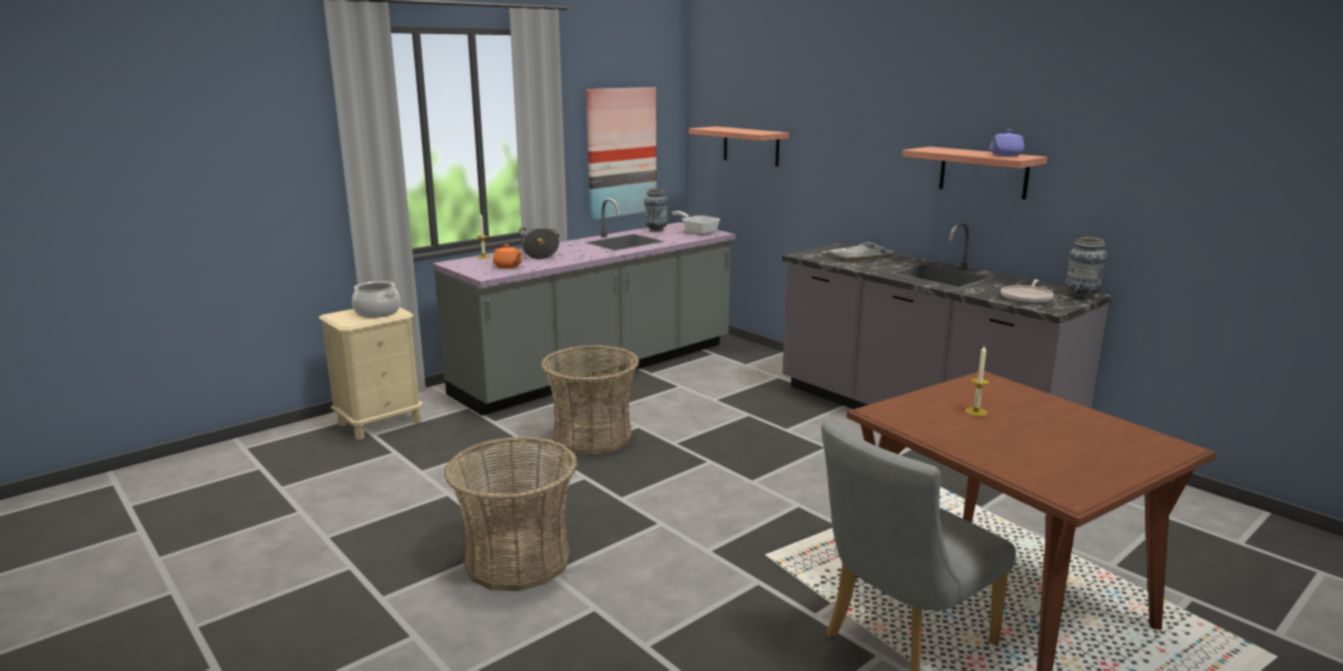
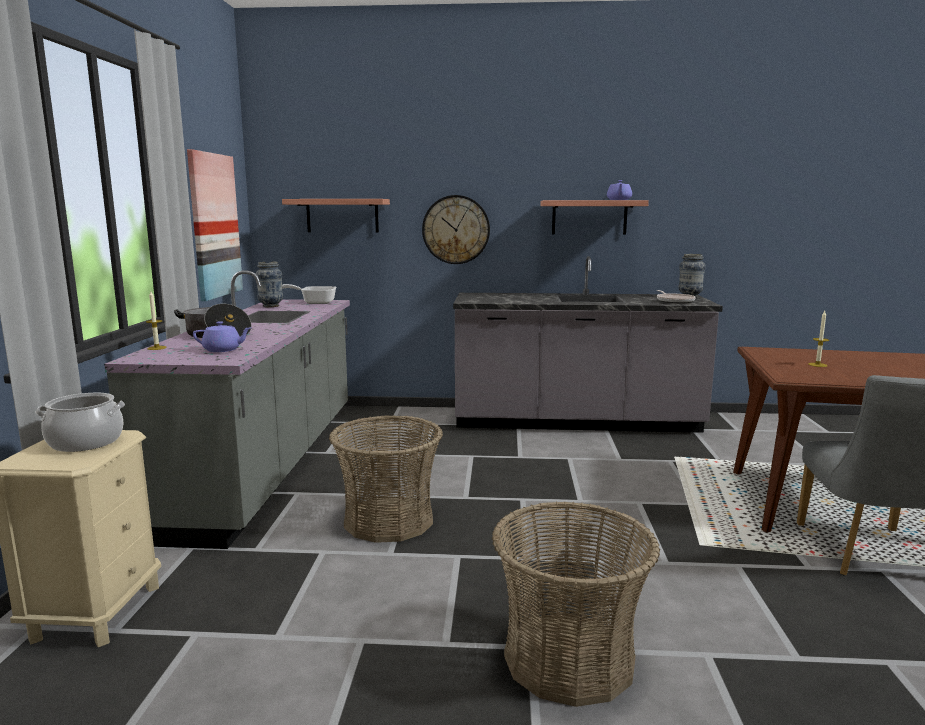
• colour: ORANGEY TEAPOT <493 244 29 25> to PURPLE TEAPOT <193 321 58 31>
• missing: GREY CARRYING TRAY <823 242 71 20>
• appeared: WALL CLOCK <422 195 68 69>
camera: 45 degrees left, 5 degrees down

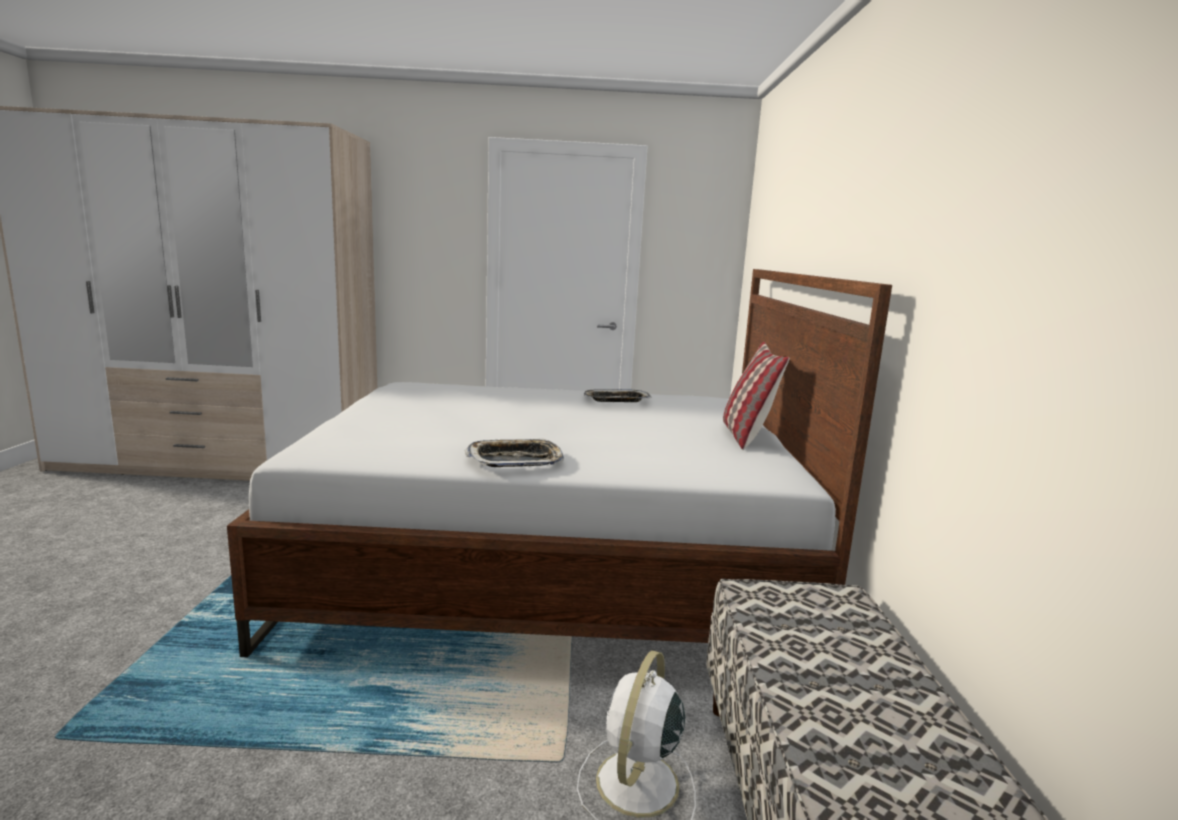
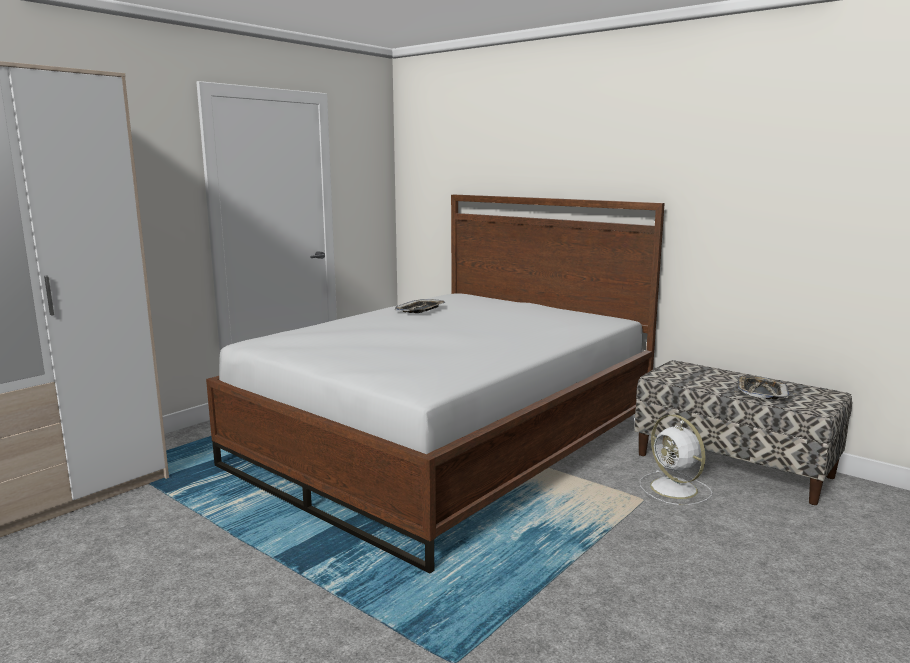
• relocated: CARRYING TRAY <465 438 99 29> to <738 375 51 25>
• missing: CUSHION <723 342 66 108>
camera: 50 degrees left, 0 degrees up

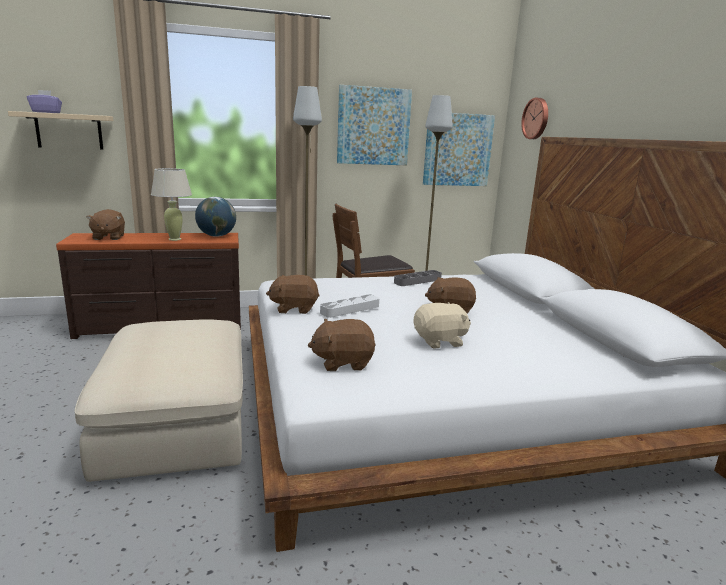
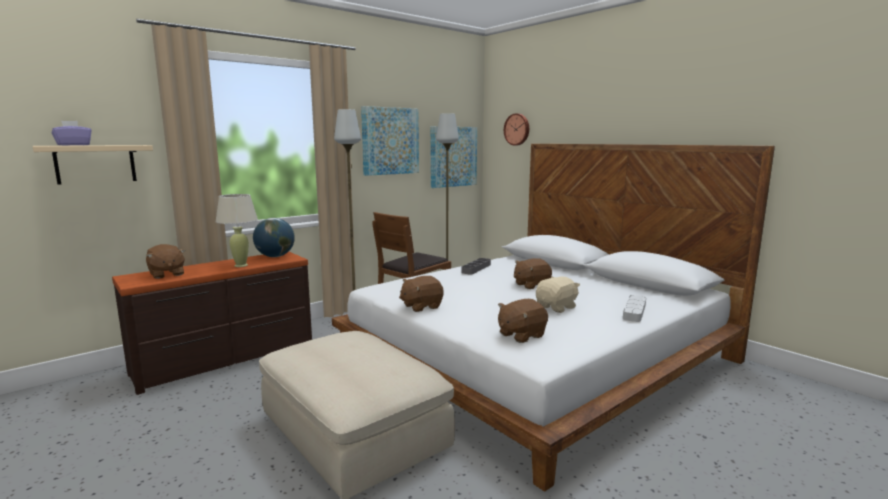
• relocated: GREY CARRYING TRAY <320 294 59 24> to <623 295 23 27>
camera: 25 degrees left, 5 degrees down

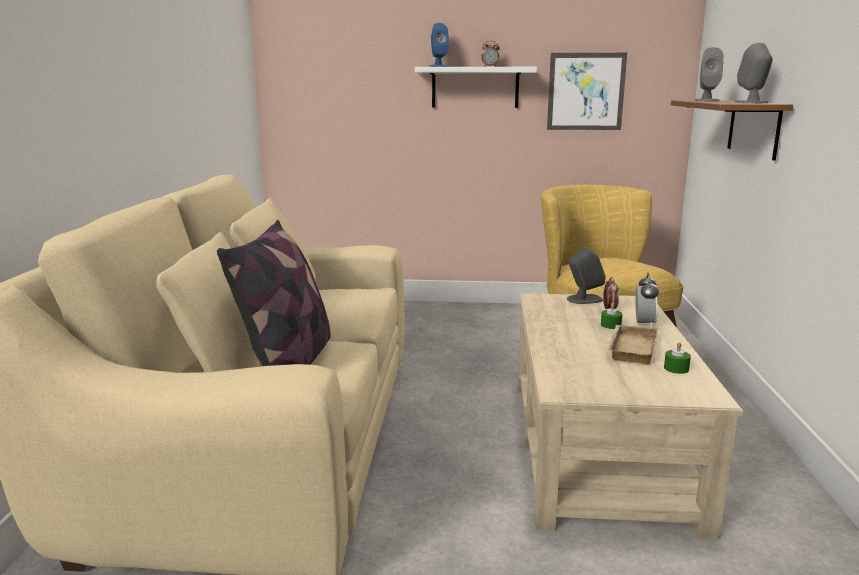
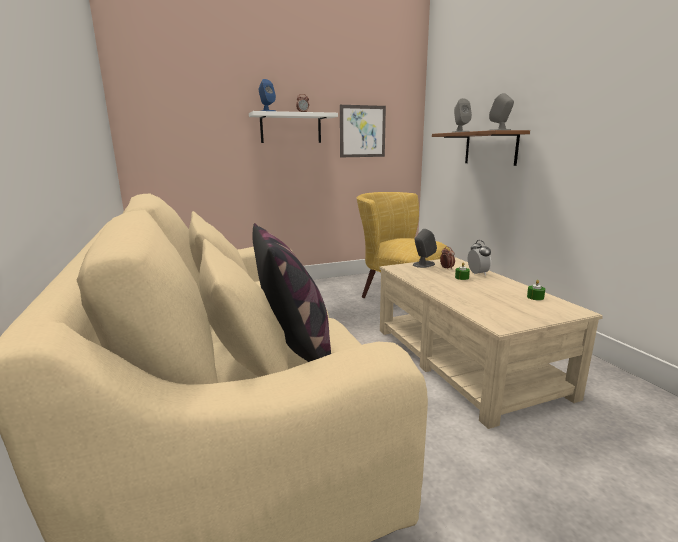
• missing: BEIGE CARRYING TRAY <609 325 49 39>
camera: 25 degrees left, 0 degrees up

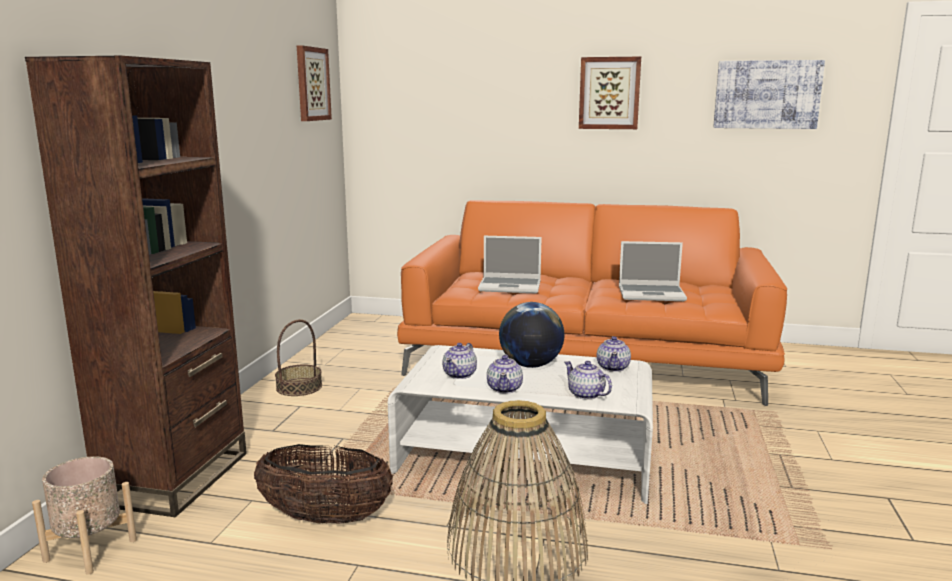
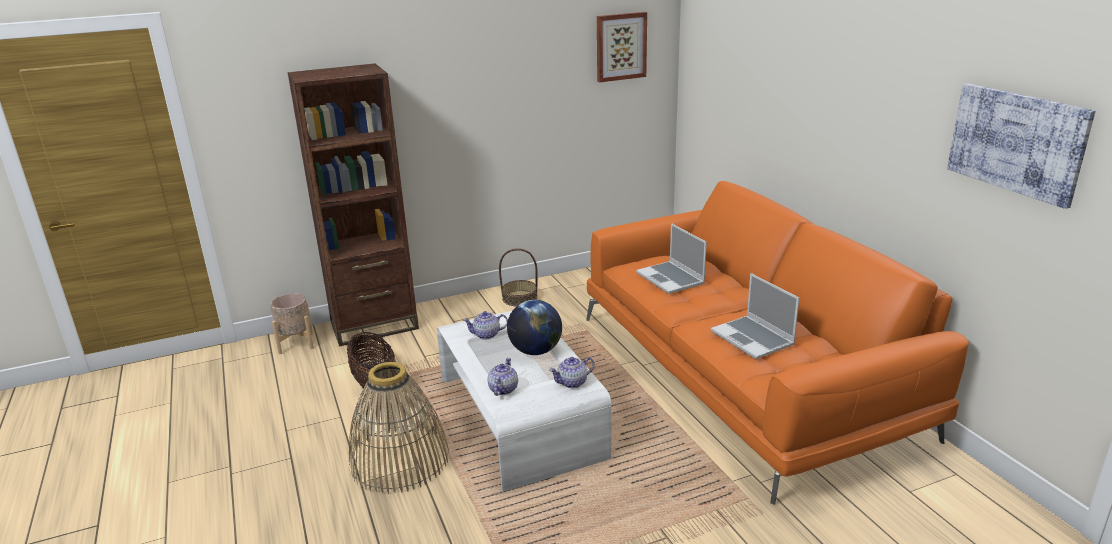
• missing: TEAPOT <487 354 36 40>
• missing: WALL PICTURE <579 57 62 72>
camera: 55 degrees right, 10 degrees up

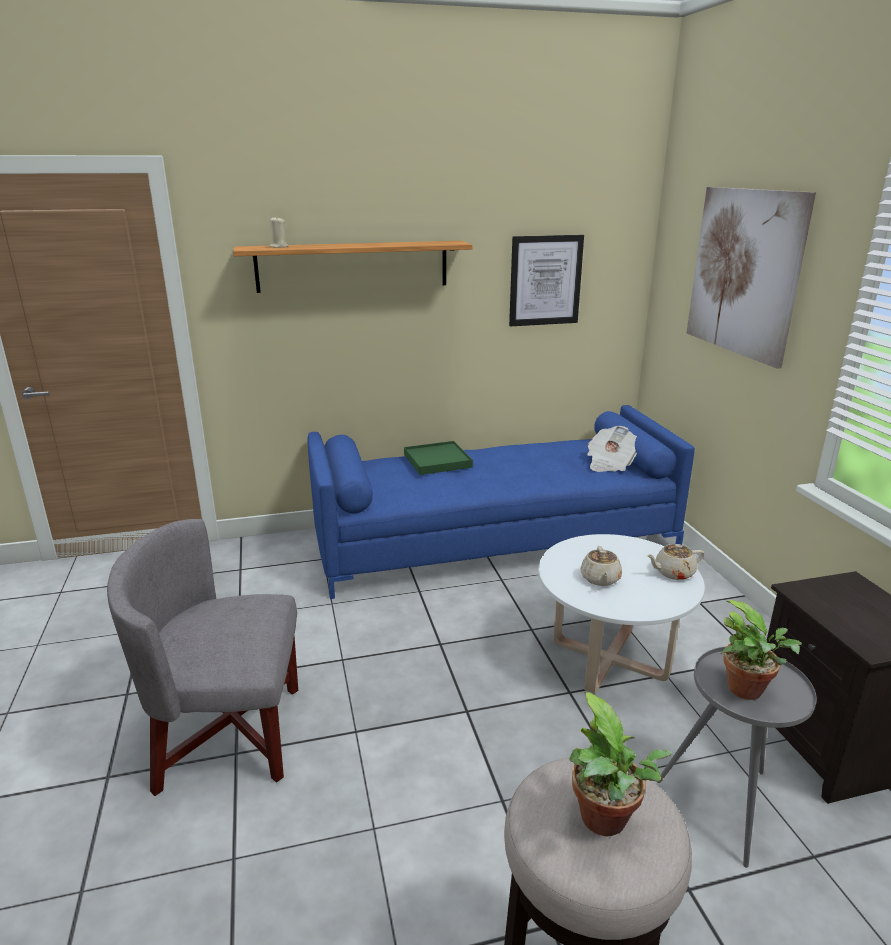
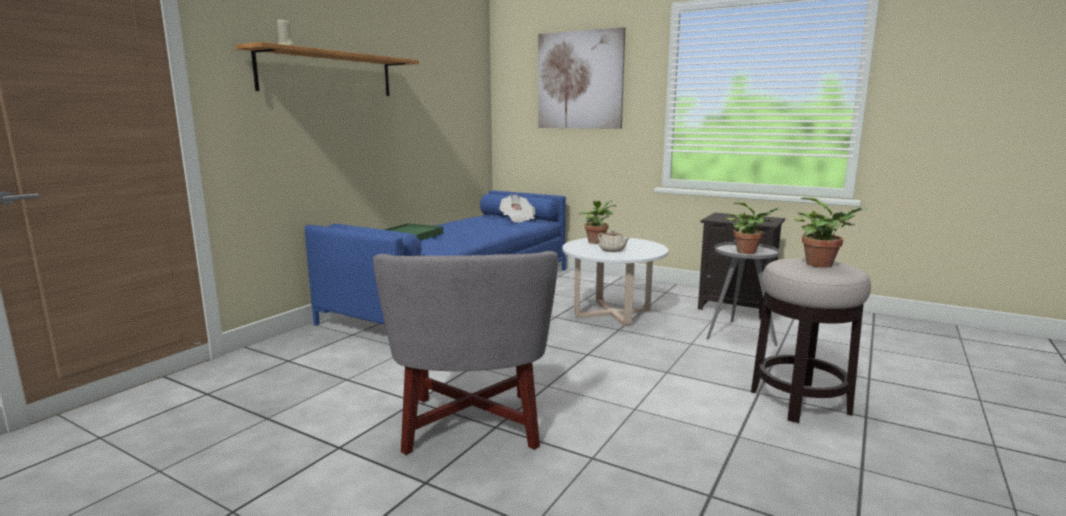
• spun: GREY EASY CHAIR <107 519 191 277> = <373 251 185 204> 45 degrees counterclockwise
• missing: WALL PICTURE <509 235 75 91>
• missing: BEIGE TEAPOT <646 544 59 36>
• appeared: HOUSEPLANT <578 200 38 44>
camera: 45 degrees left, 10 degrees down

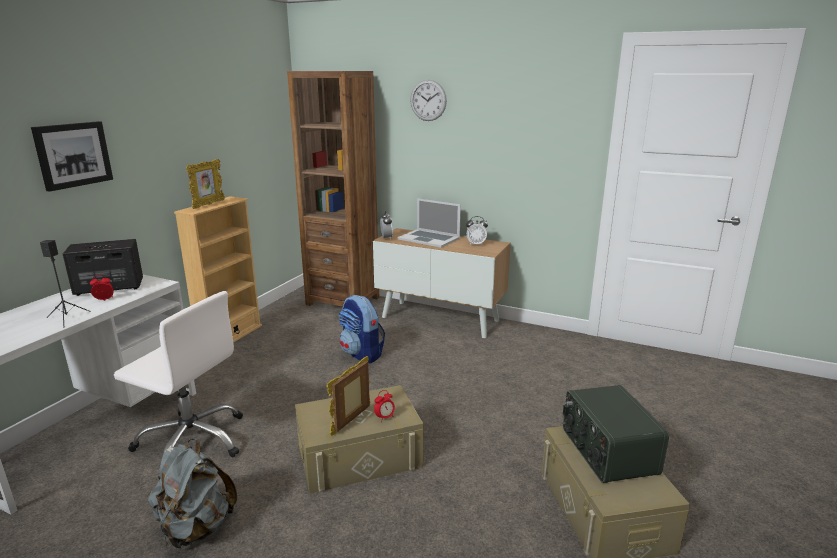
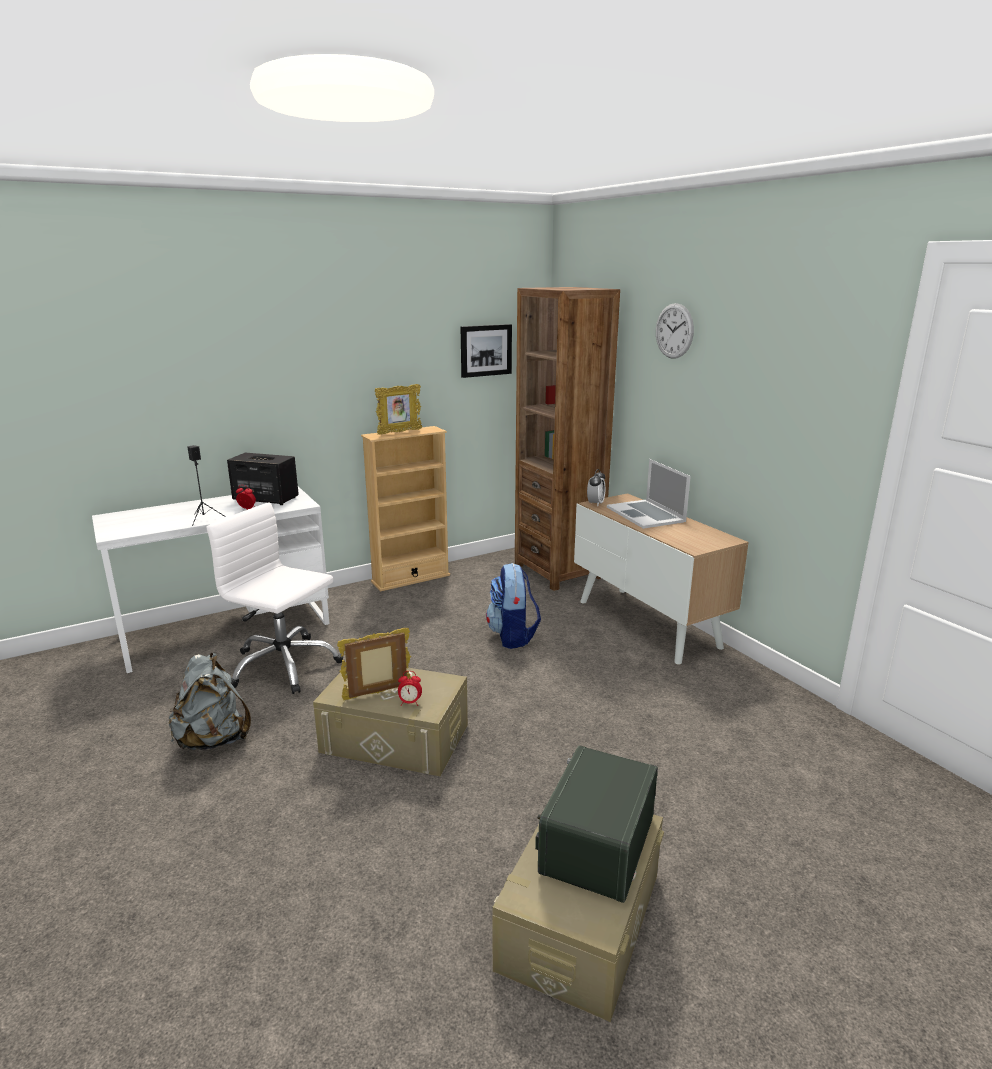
• relocated: WALL PICTURE <31 121 82 71> to <461 324 51 54>
• spun: WHITE OFFICE CHAIR <114 291 129 188> = <207 502 136 192> 150 degrees clockwise
• missing: BEDSIDE CLOCK <466 216 22 30>
camera: 35 degrees right, 0 degrees up

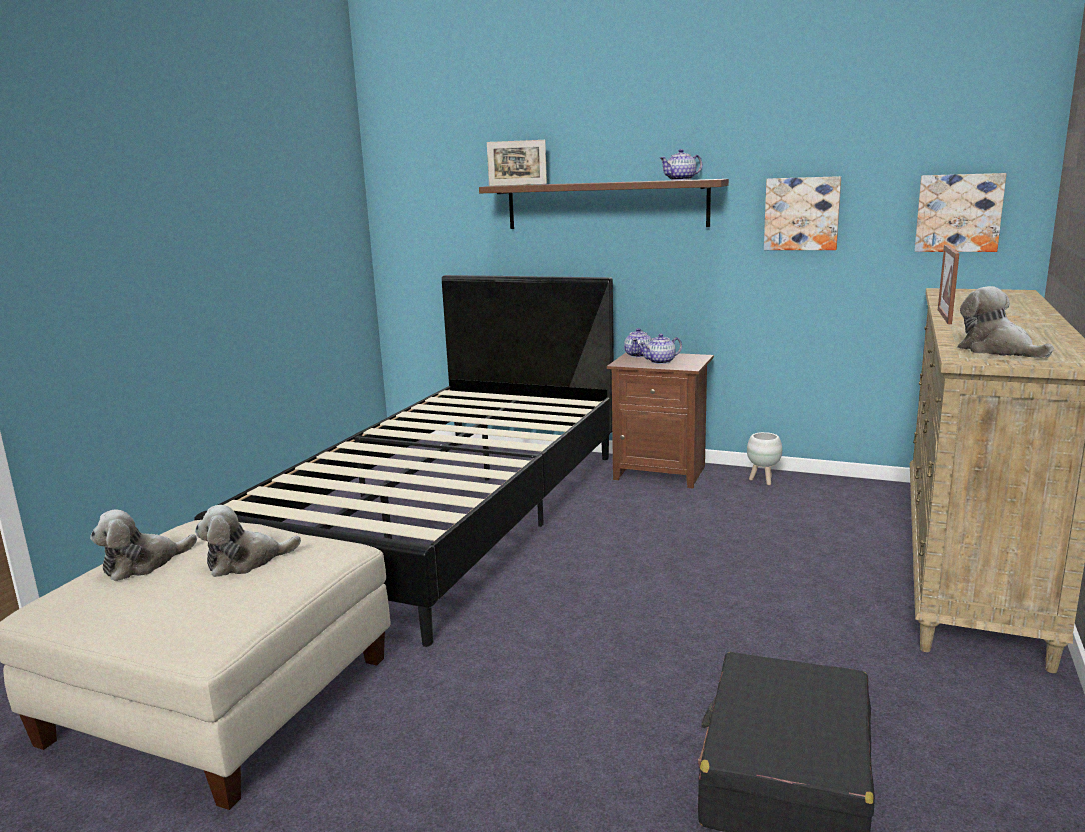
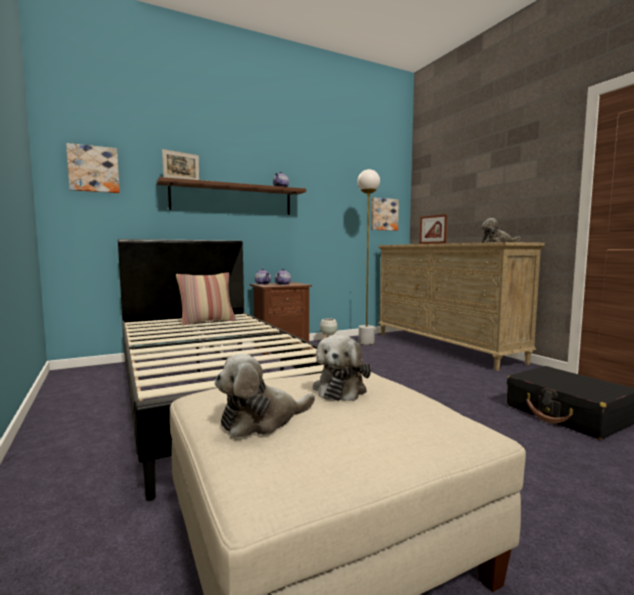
• spun: CUDDLY TOY <90 509 107 72> = <215 354 100 84> 60 degrees clockwise
• relocated: WALL PICTURE <764 176 77 74> to <66 143 54 50>
• appeared: CUSHION <176 272 60 54>
• appeared: WHITE STANDARD LAMP <357 169 23 176>
camera: 50 degrees left, 10 degrees down

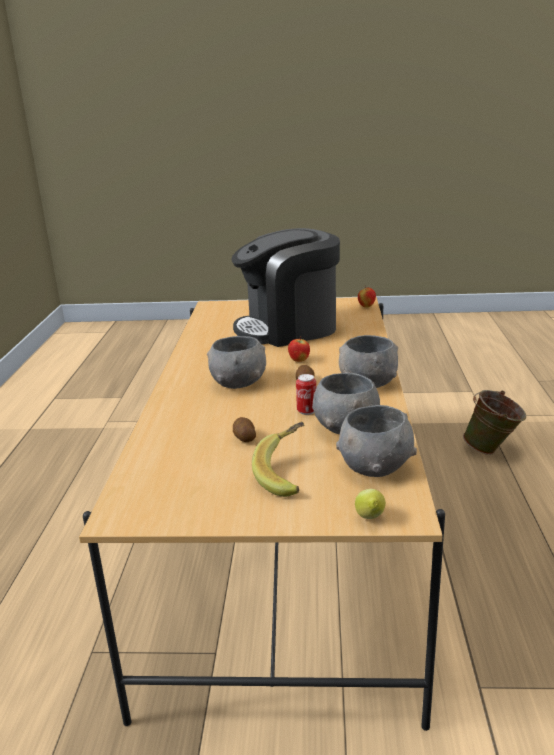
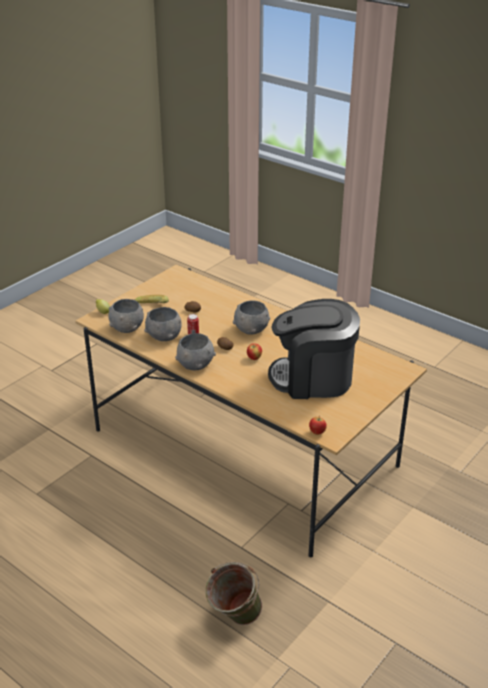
• spun: COFFEE BREWER <231 228 109 119> = <268 299 92 100> 105 degrees counterclockwise
camera: 125 degrees right, 10 degrees up

